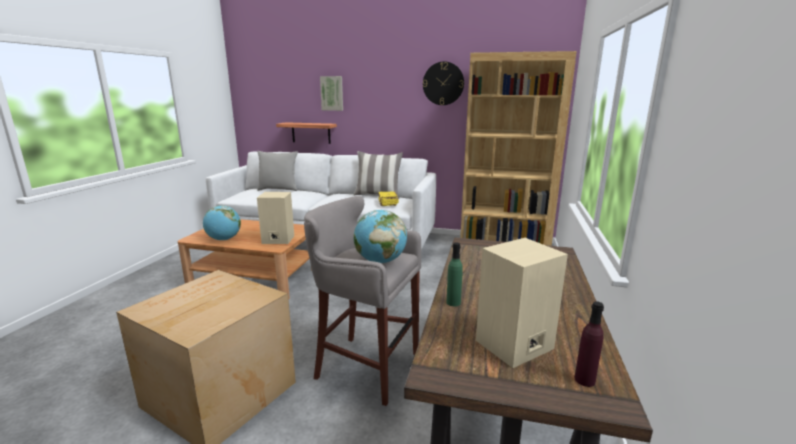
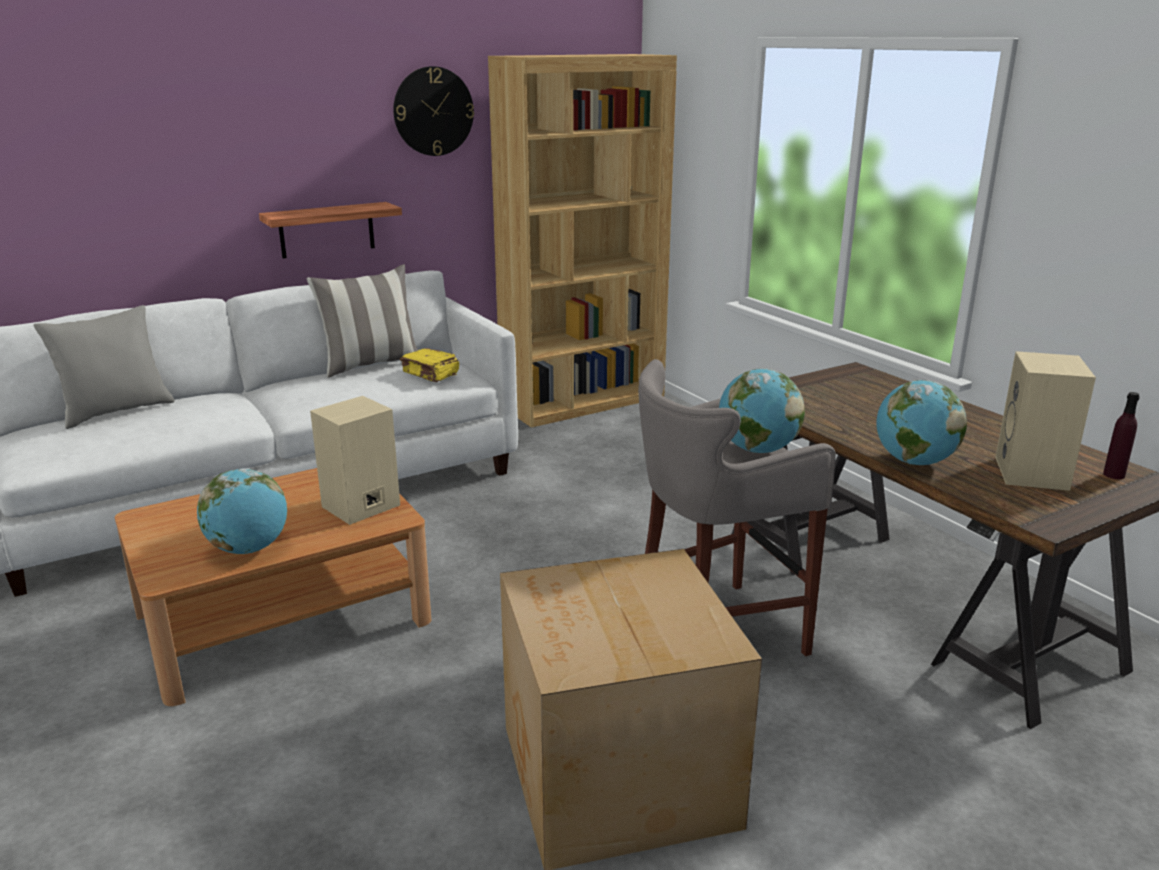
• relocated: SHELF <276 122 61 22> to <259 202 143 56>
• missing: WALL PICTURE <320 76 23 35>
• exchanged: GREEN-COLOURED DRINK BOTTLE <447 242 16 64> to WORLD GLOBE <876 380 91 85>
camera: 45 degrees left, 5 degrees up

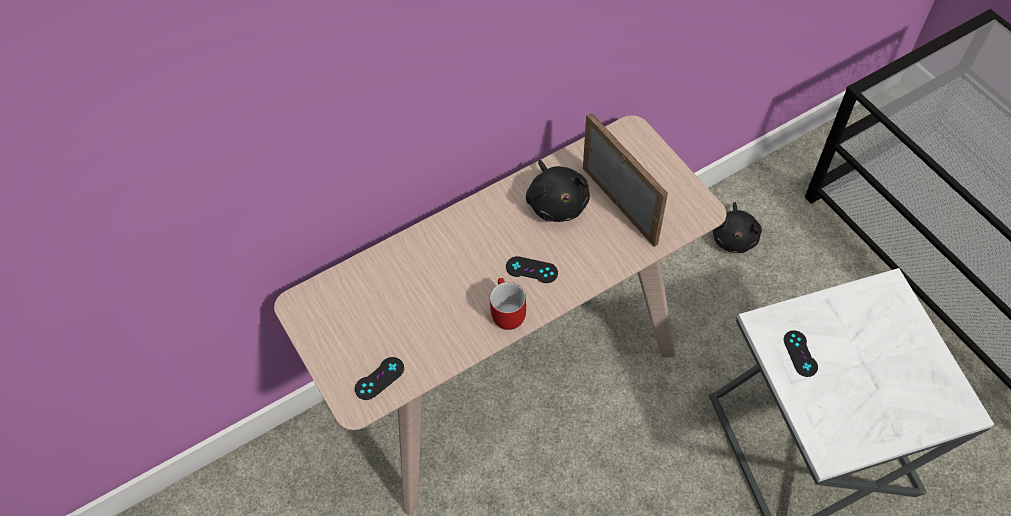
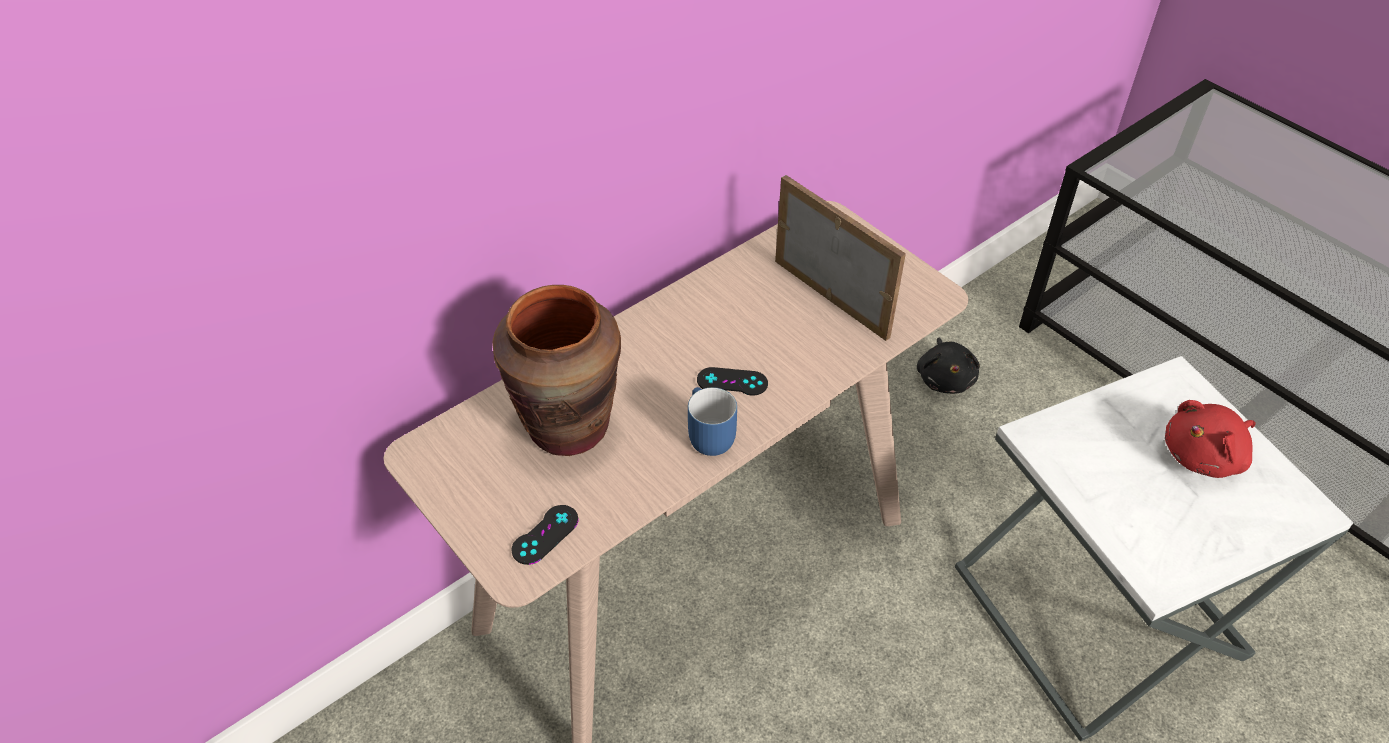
• colour: REDDISH COFFEE MUG <490 278 36 52> to BLUE COFFEE MUG <688 387 49 69>
• missing: BLACK-COLOURED CUDDLY TOY <526 160 64 62>
• missing: BLACK-COLOURED JOYPAD <784 330 34 47>
• appeared: BROWN-COLOURED FLOWER VASE <492 285 129 171>
• appeared: REDDISH CUDDLY TOY <1165 400 91 78>
camera: 10 degrees left, 10 degrees down

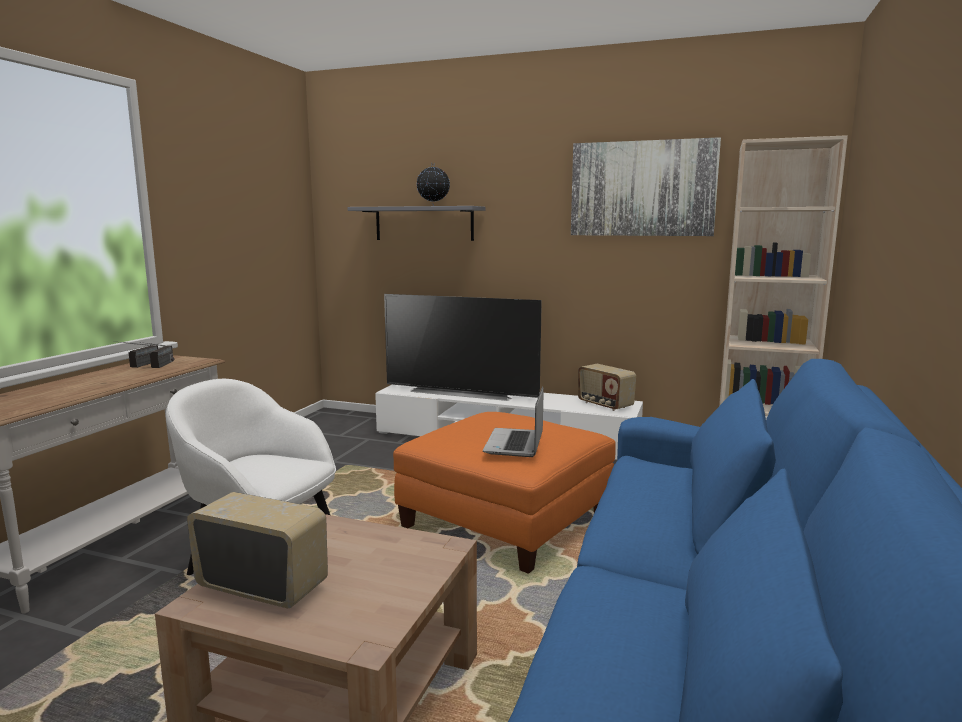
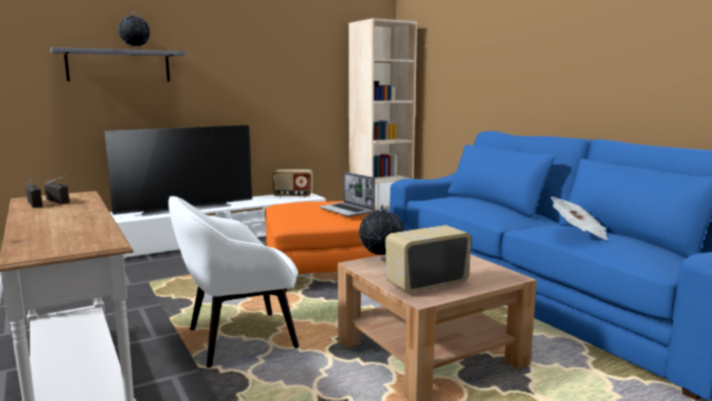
• missing: WALL PICTURE <571 137 150 99>
• appeared: WORLD GLOBE <359 204 45 56>
• appeared: NEWSPAPER <551 197 57 43>
camera: 50 degrees left, 0 degrees up

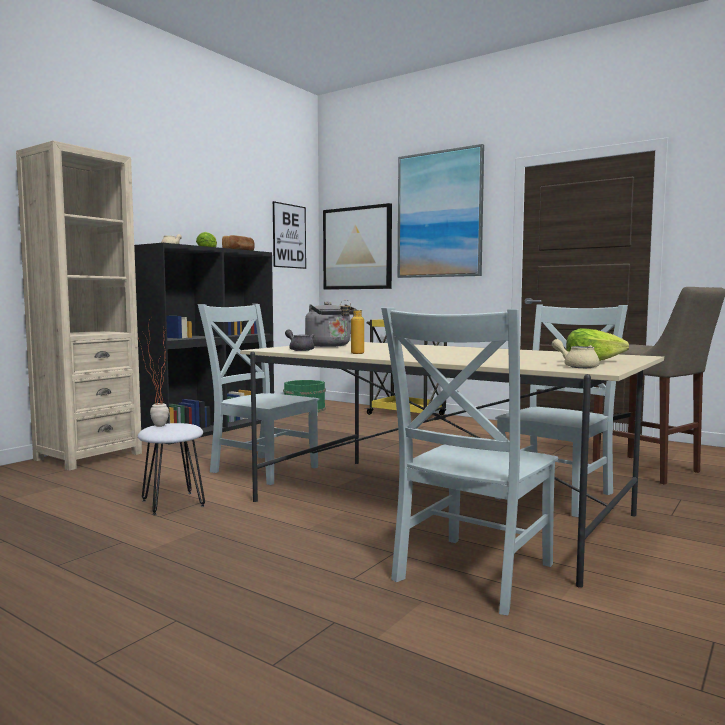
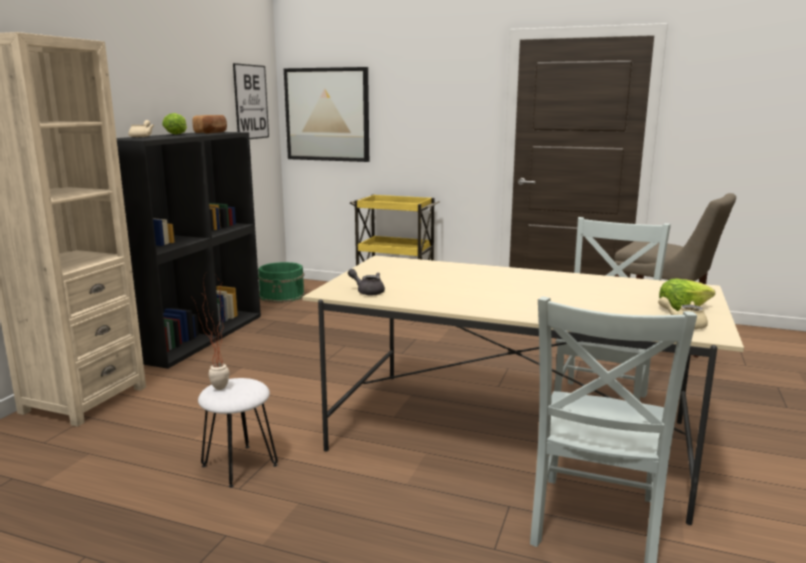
• missing: GREY UPRIGHT CHAIR <198 304 121 181>
• missing: GREY WATER KETTLE <305 301 53 46>
• missing: DRINK BOTTLE <340 300 24 54>
• missing: WALL PICTURE <398 144 86 134>
camera: 15 degrees left, 10 degrees up

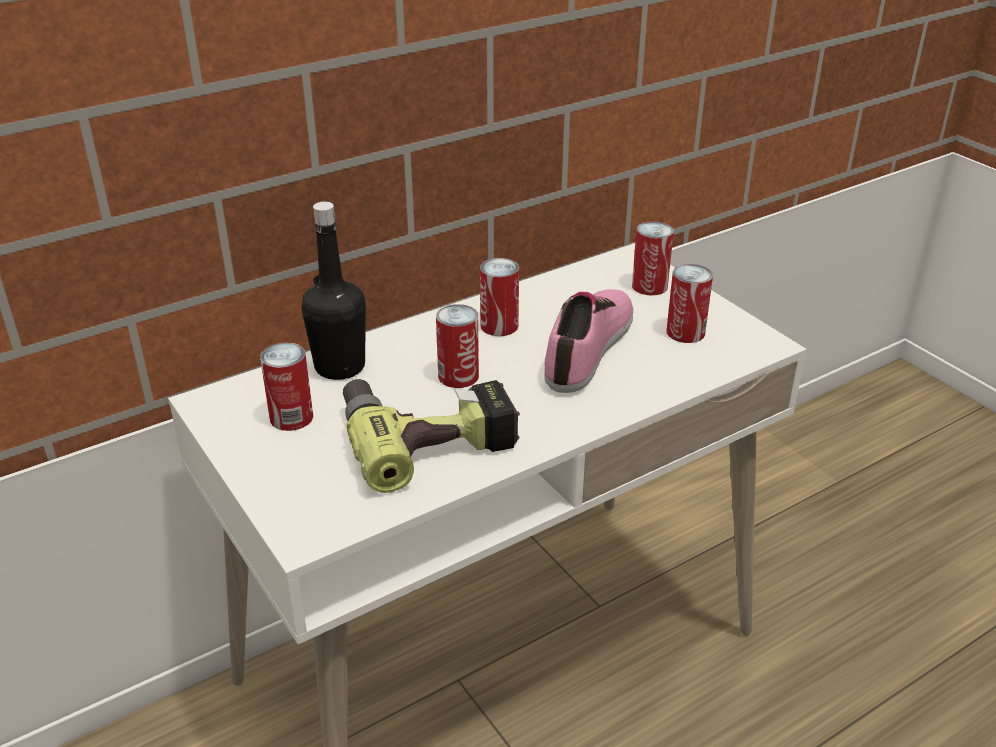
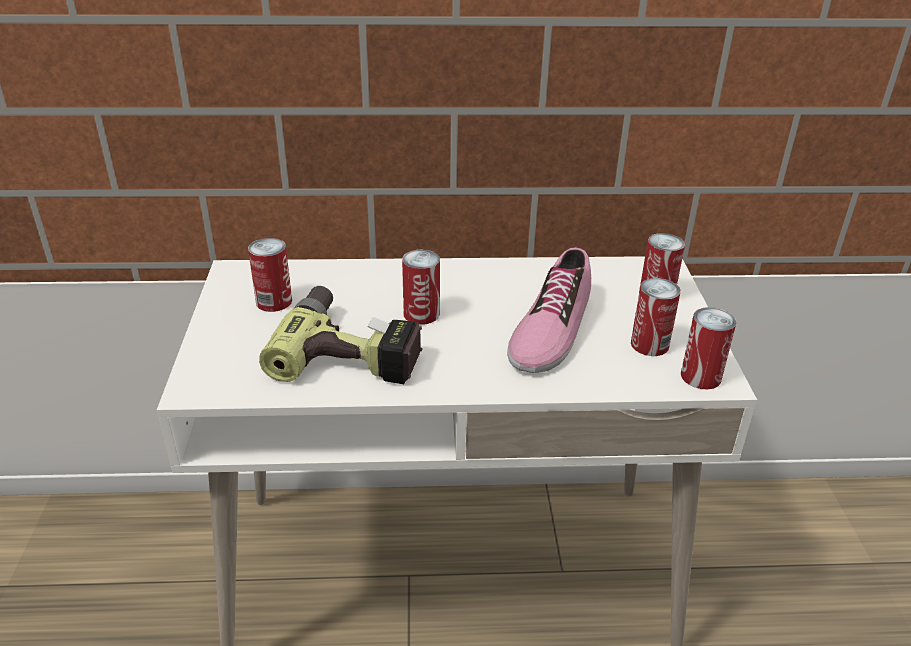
• missing: BLACK-COLOURED DRINK BOTTLE <302 202 64 178>
• relocated: METAL CAN <480 258 39 78> to <681 307 55 83>
• spun: ITEM OF FOOTWEAR <544 289 89 104> = <507 247 84 126> 150 degrees clockwise
camera: 30 degrees right, 0 degrees up

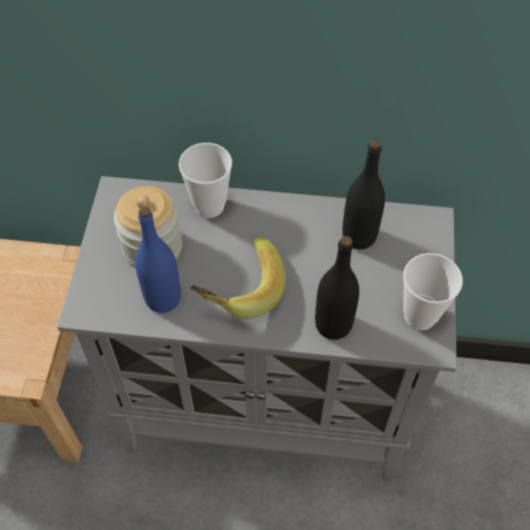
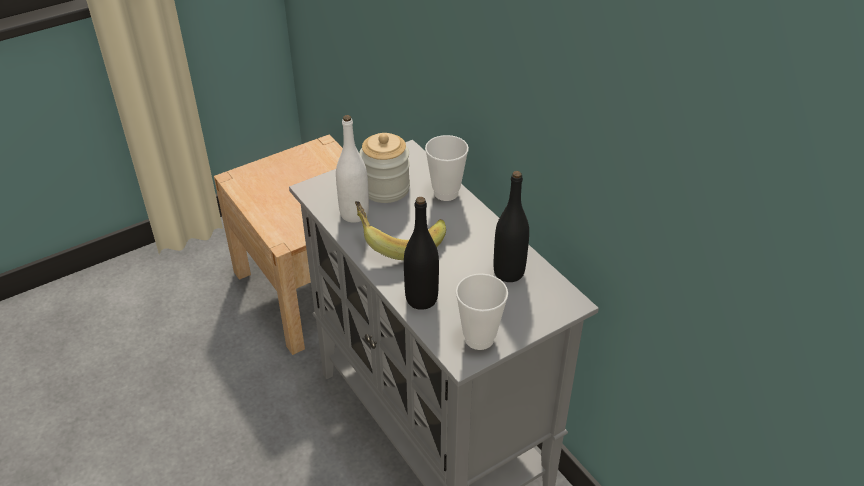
• colour: BLUE DRINK BOTTLE <135 207 46 106> to WHITE DRINK BOTTLE <336 115 33 108>
camera: 50 degrees right, 15 degrees down

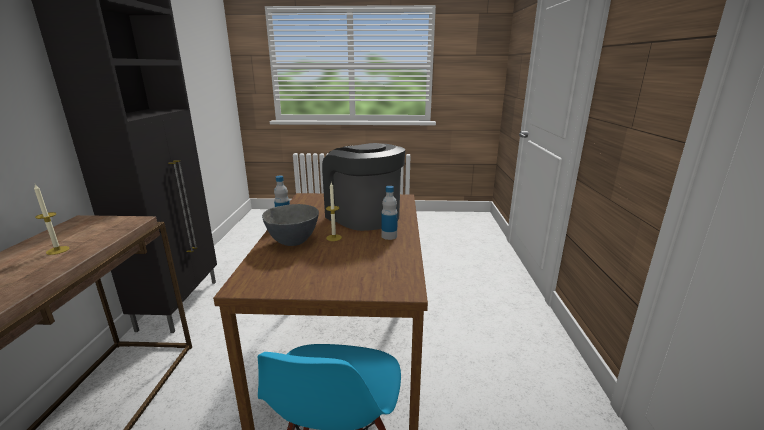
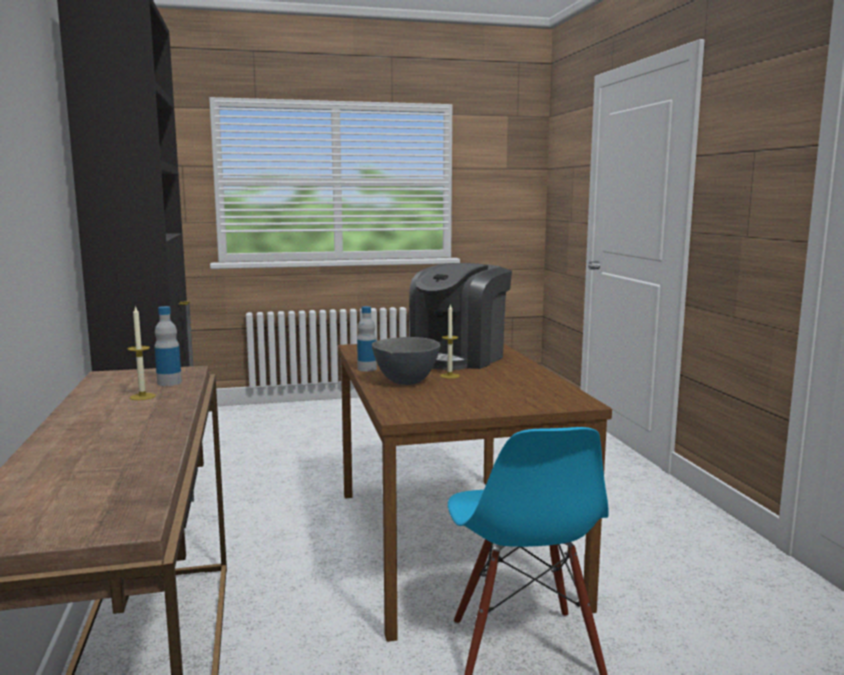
• spun: COFFEE BREWER <322 143 83 88> = <409 263 103 107> 90 degrees counterclockwise
• relocated: DRINK BOTTLE <382 186 16 54> to <155 306 27 80>
camera: 15 degrees left, 10 degrees down

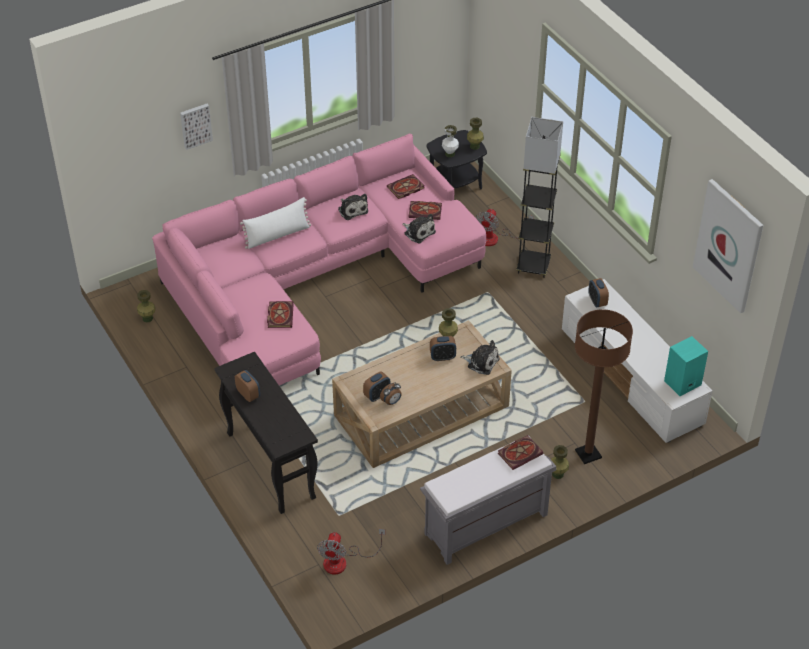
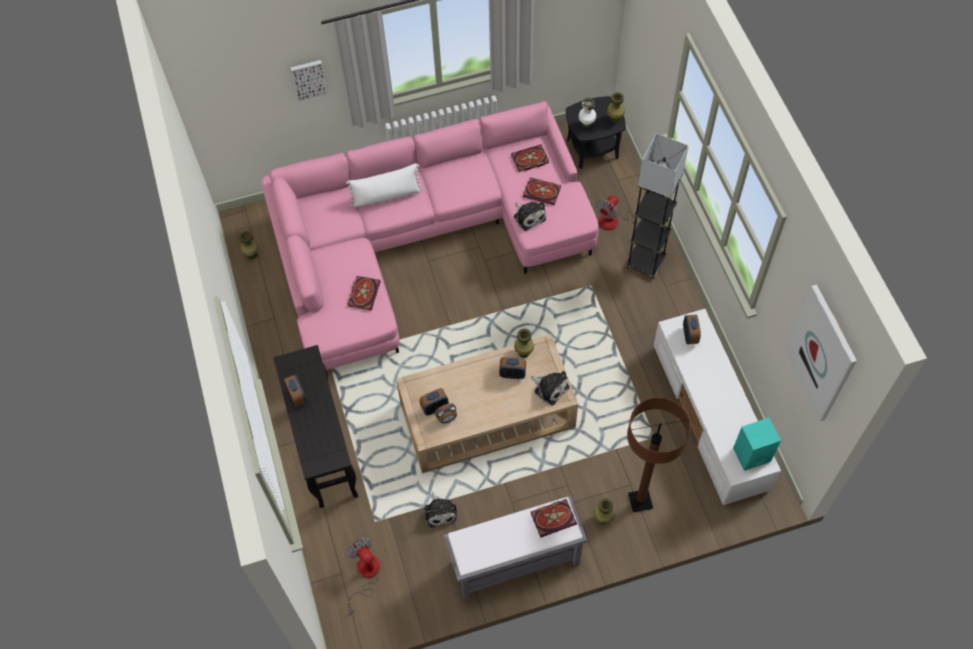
• spun: ELECTRIC FAN <317 529 68 45> = <347 537 33 79> 120 degrees clockwise
• relocated: CUDDLY TOY <338 194 30 26> to <424 492 33 36>
camera: 15 degrees right, 15 degrees up

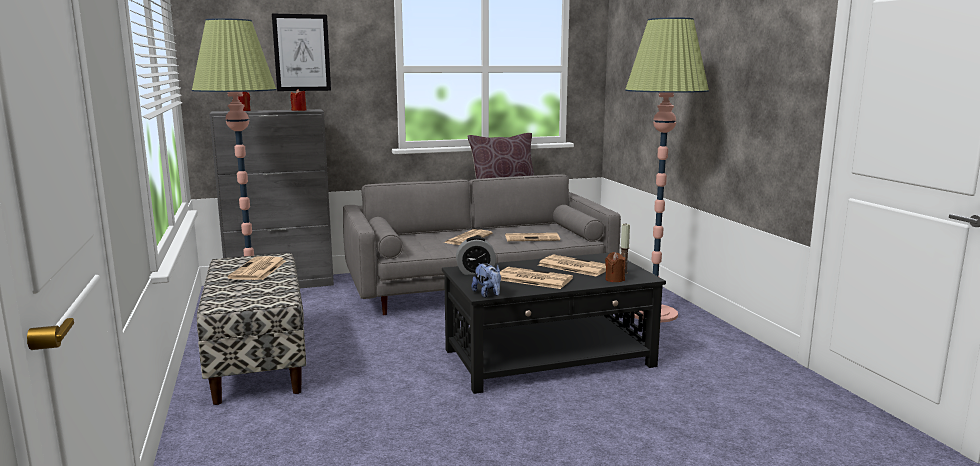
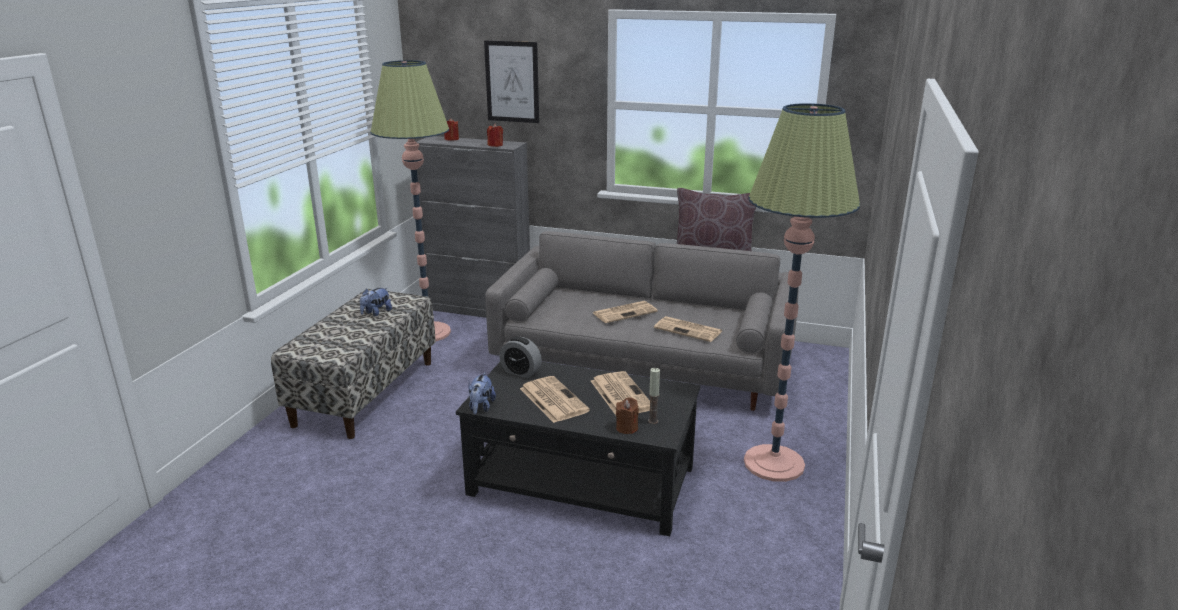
• exchanged: NEWSPAPER <227 256 59 24> to CUDDLY TOY <360 288 32 28>
camera: 35 degrees right, 10 degrees up

